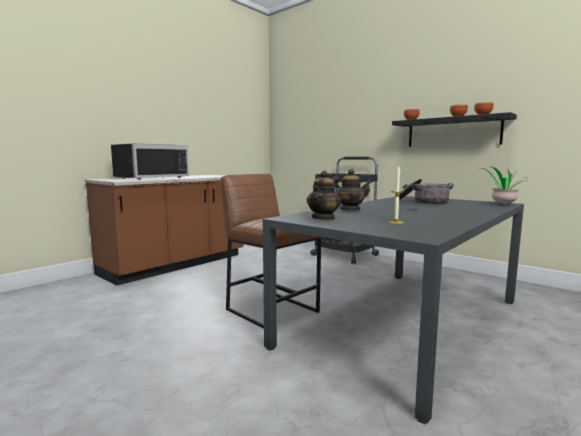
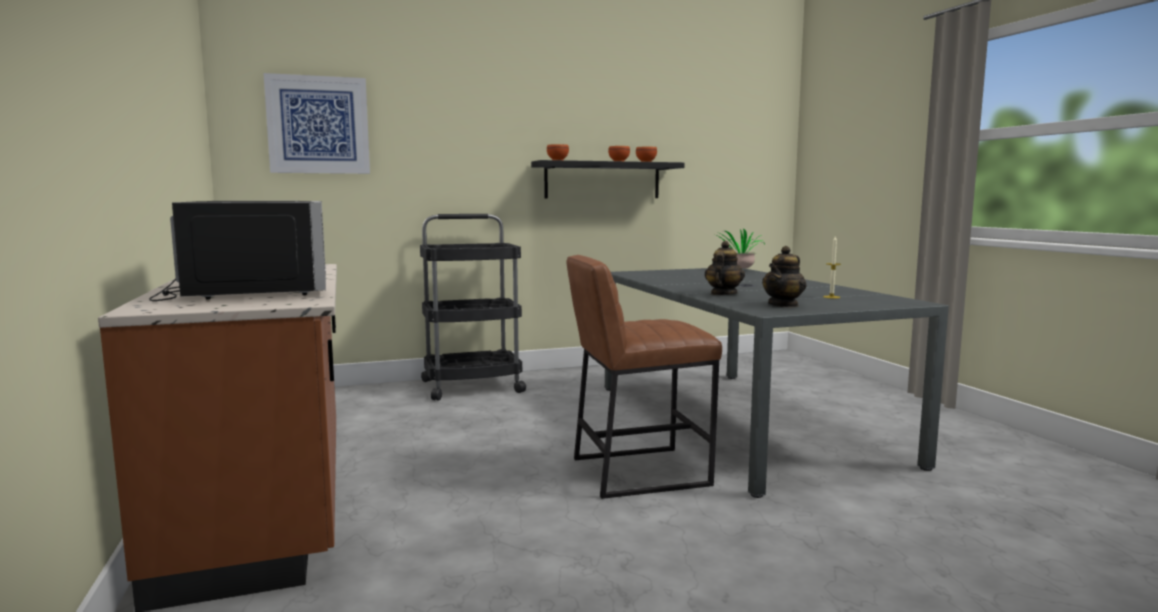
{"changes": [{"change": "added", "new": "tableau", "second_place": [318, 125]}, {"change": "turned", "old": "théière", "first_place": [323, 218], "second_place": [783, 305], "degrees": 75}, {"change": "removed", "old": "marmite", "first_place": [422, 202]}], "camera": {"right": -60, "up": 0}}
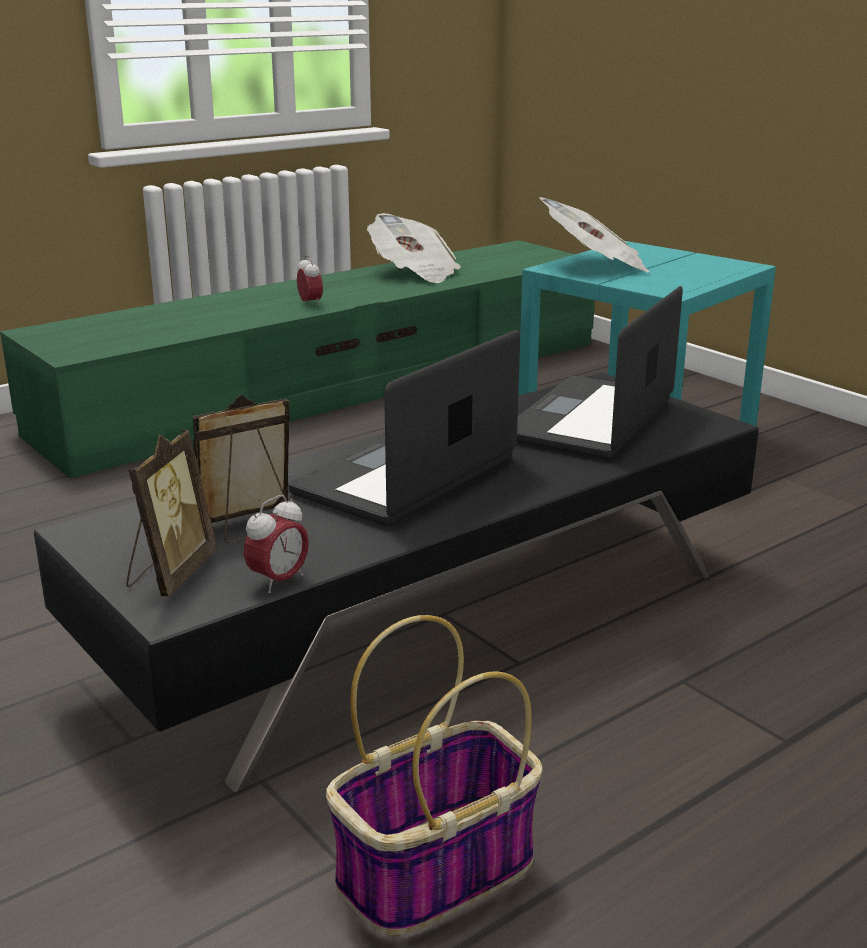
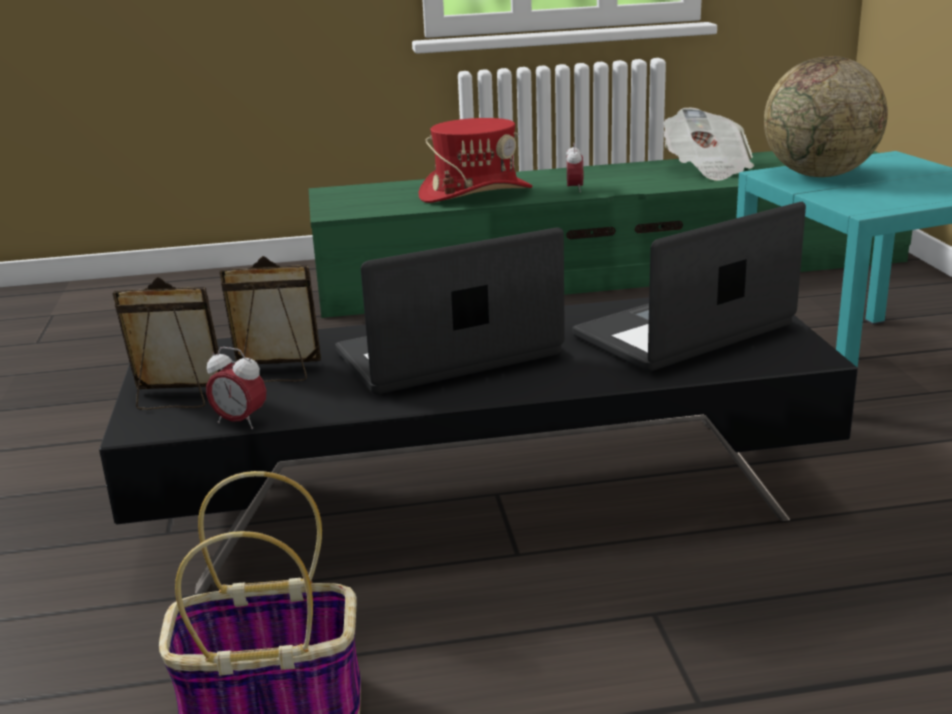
{"changes": [{"change": "turned", "old": "cadre photo", "first_place": [170, 573], "second_place": [176, 399], "degrees": -135}, {"change": "turned", "old": "réveil", "first_place": [278, 581], "second_place": [240, 422], "degrees": 45}, {"change": "added", "new": "chapeau/rouge", "second_place": [475, 193]}, {"change": "replaced", "old": "journal", "new": "globe", "first_place": [595, 266], "second_place": [819, 175]}], "camera": {"right": 30, "up": 0}}
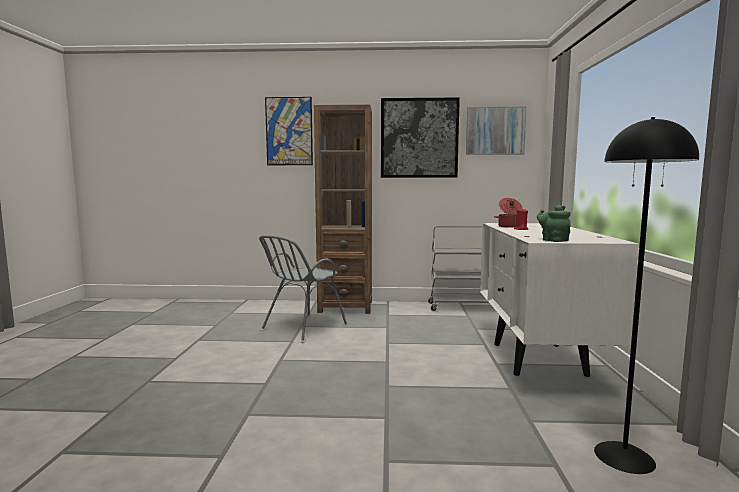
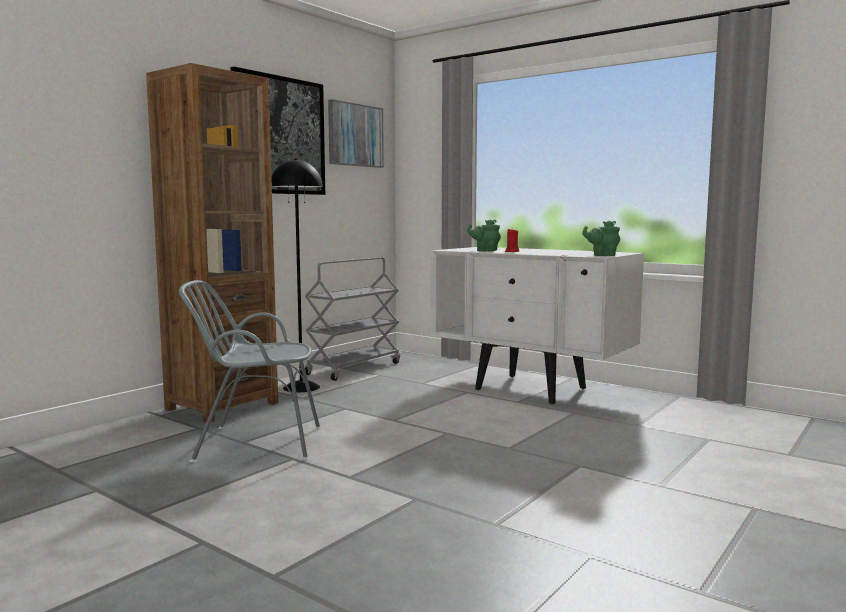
{"changes": [{"change": "turned", "old": "chaise/gris", "first_place": [302, 328], "second_place": [253, 443], "degrees": 105}, {"change": "moved", "old": "lampadaire/noir", "first_place": [624, 456], "second_place": [301, 387]}, {"change": "replaced", "old": "marmite", "new": "théière/vert", "first_place": [509, 226], "second_place": [485, 250]}, {"change": "removed", "old": "tableau", "first_place": [289, 131]}], "camera": {"right": -55, "up": 0}}
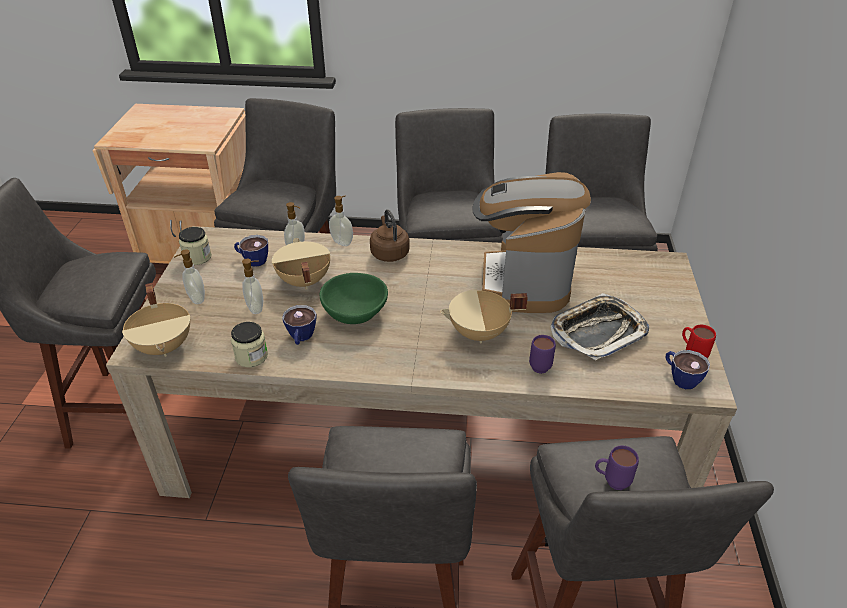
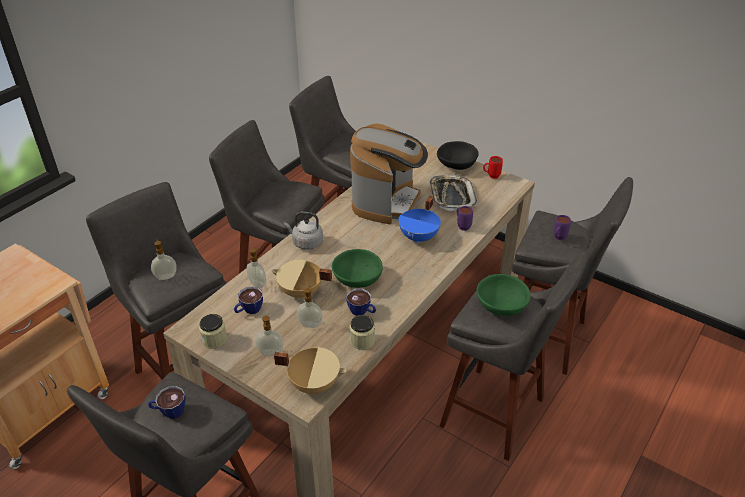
{"changes": [{"change": "moved", "old": "tasse", "first_place": [680, 378], "second_place": [169, 411]}, {"change": "moved", "old": "distributeur de savon", "first_place": [342, 242], "second_place": [166, 276]}, {"change": "recoloured", "old": "bouilloire/marron", "new": "bouilloire/gris", "first_place": [389, 253], "second_place": [306, 243]}, {"change": "turned", "old": "machine à café", "first_place": [524, 281], "second_place": [386, 201], "degrees": -105}, {"change": "recoloured", "old": "marmite/beige", "new": "marmite/bleu", "first_place": [479, 334], "second_place": [419, 237]}, {"change": "added", "new": "bol/noir", "second_place": [456, 165]}, {"change": "added", "new": "bol/vert", "second_place": [501, 307]}], "camera": {"right": -60, "up": 0}}
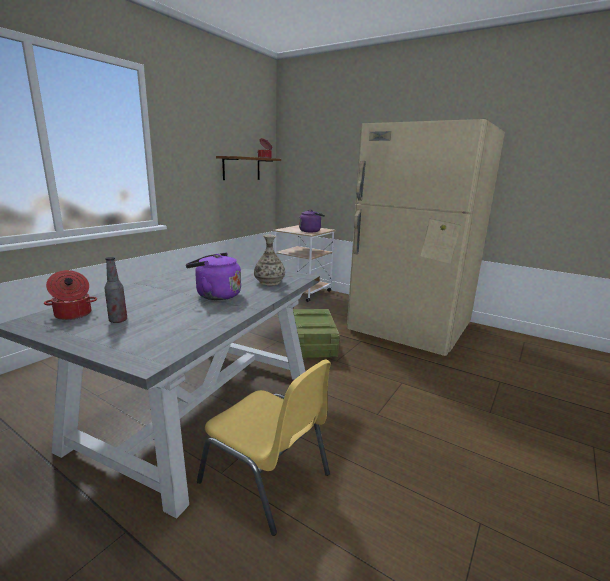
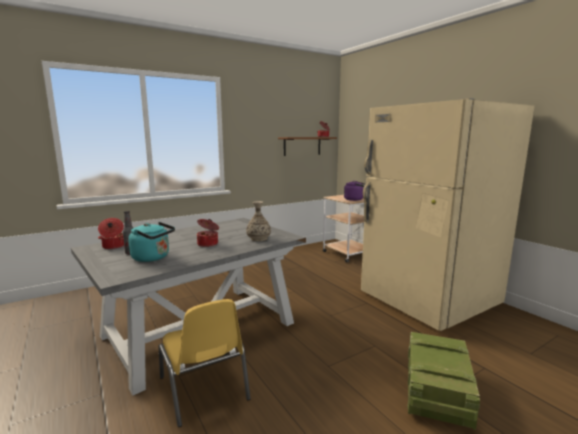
{"changes": [{"change": "added", "new": "bouilloire/turquoise", "second_place": [153, 258]}, {"change": "replaced", "old": "bouilloire/violet", "new": "marmite", "first_place": [215, 295], "second_place": [208, 244]}, {"change": "moved", "old": "caisse", "first_place": [312, 345], "second_place": [437, 392]}], "camera": {"right": 25, "up": -5}}
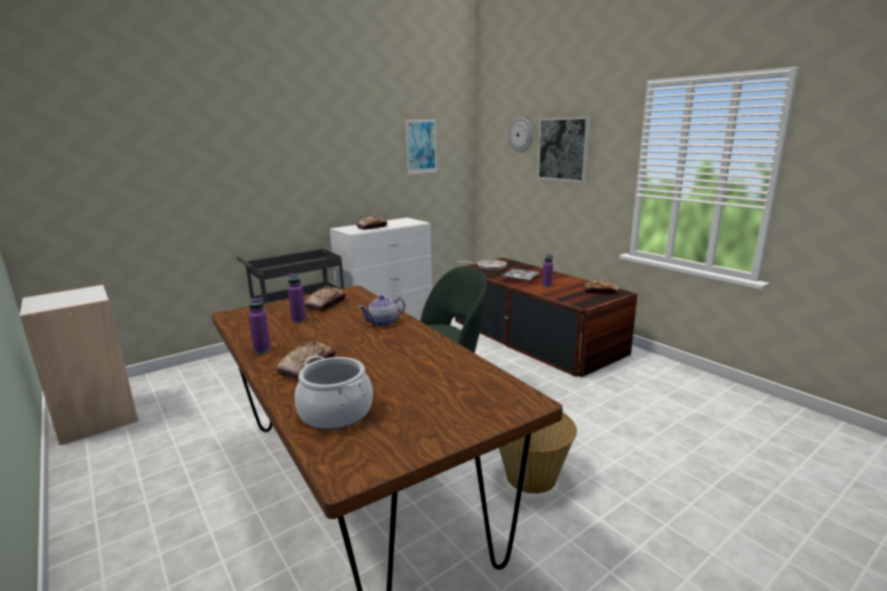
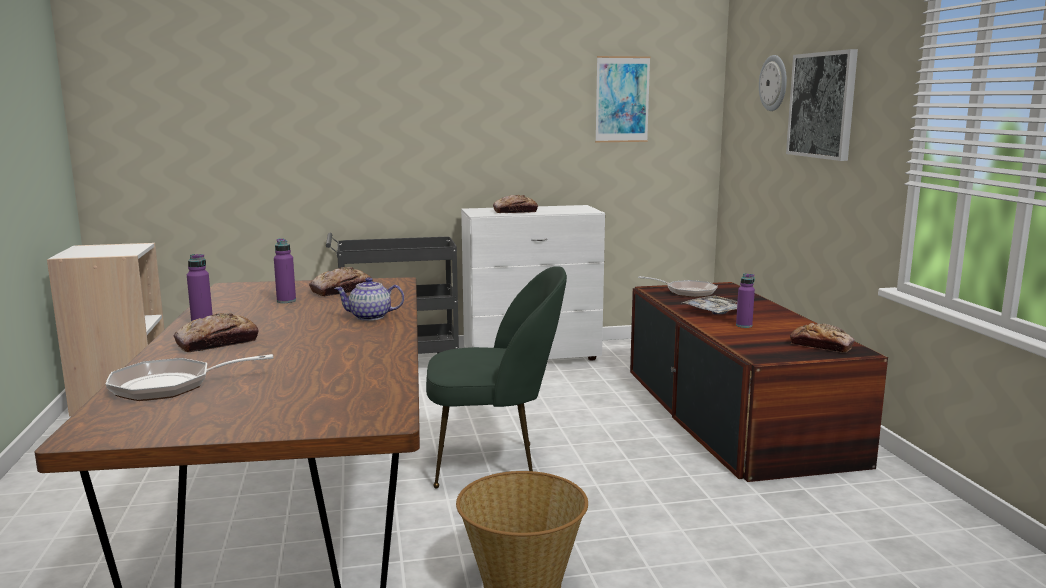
{"changes": [{"change": "replaced", "old": "marmite", "new": "poêle", "first_place": [336, 413], "second_place": [171, 386]}], "camera": {"right": 25, "up": -5}}
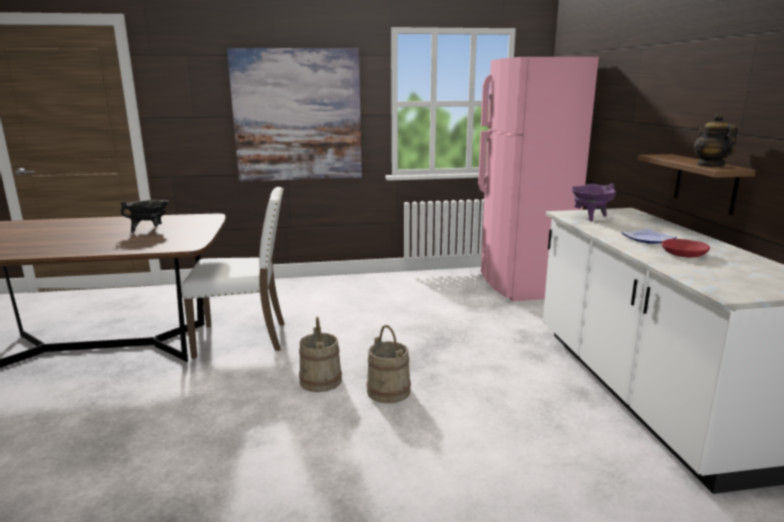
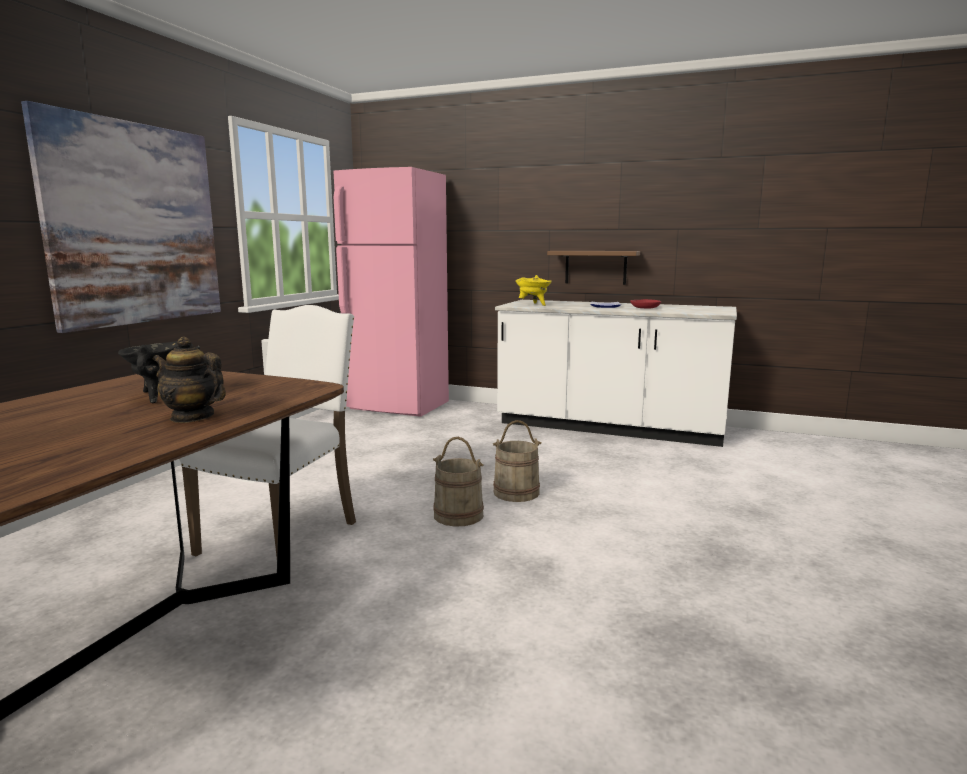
{"changes": [{"change": "moved", "old": "théière", "first_place": [710, 165], "second_place": [192, 417]}, {"change": "recoloured", "old": "marmite/violet", "new": "marmite/jaune", "first_place": [590, 217], "second_place": [533, 305]}], "camera": {"right": -60, "up": -5}}
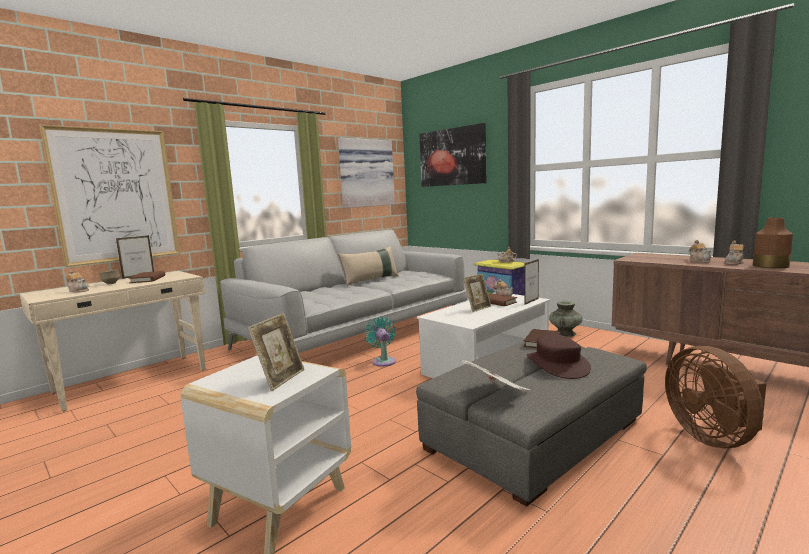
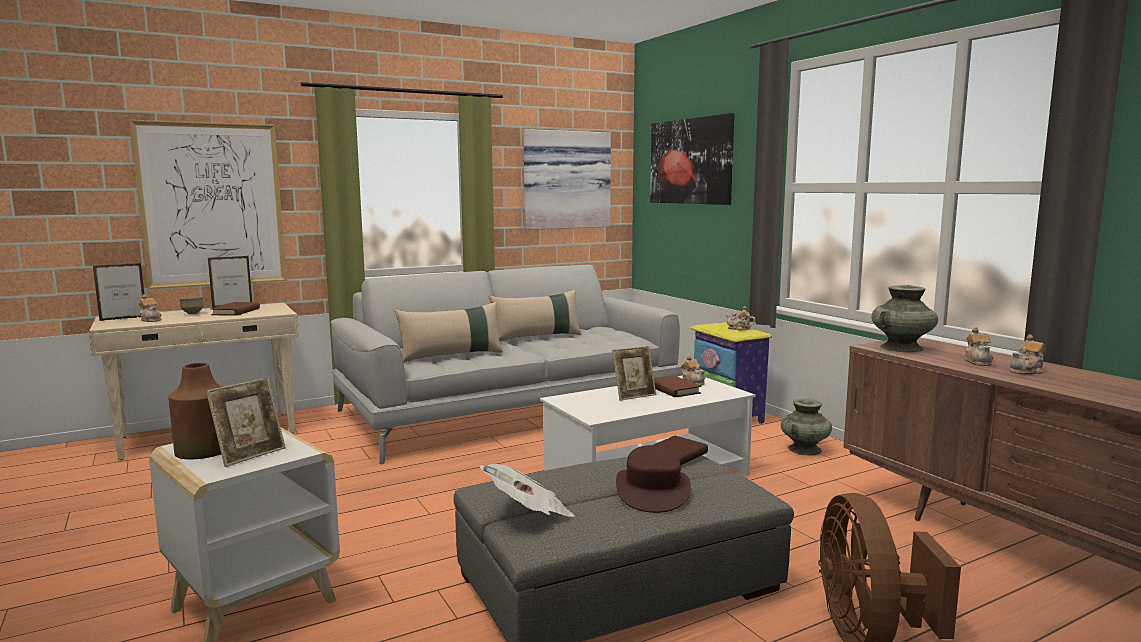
{"changes": [{"change": "moved", "old": "cadre photo", "first_place": [531, 302], "second_place": [123, 318]}, {"change": "moved", "old": "vase/marron", "first_place": [771, 265], "second_place": [204, 450]}, {"change": "added", "new": "coussin/beige", "second_place": [451, 356]}, {"change": "added", "new": "vase/turquoise", "second_place": [901, 348]}, {"change": "removed", "old": "ventilateur/turquoise", "first_place": [383, 361]}], "camera": {"right": 15, "up": 0}}
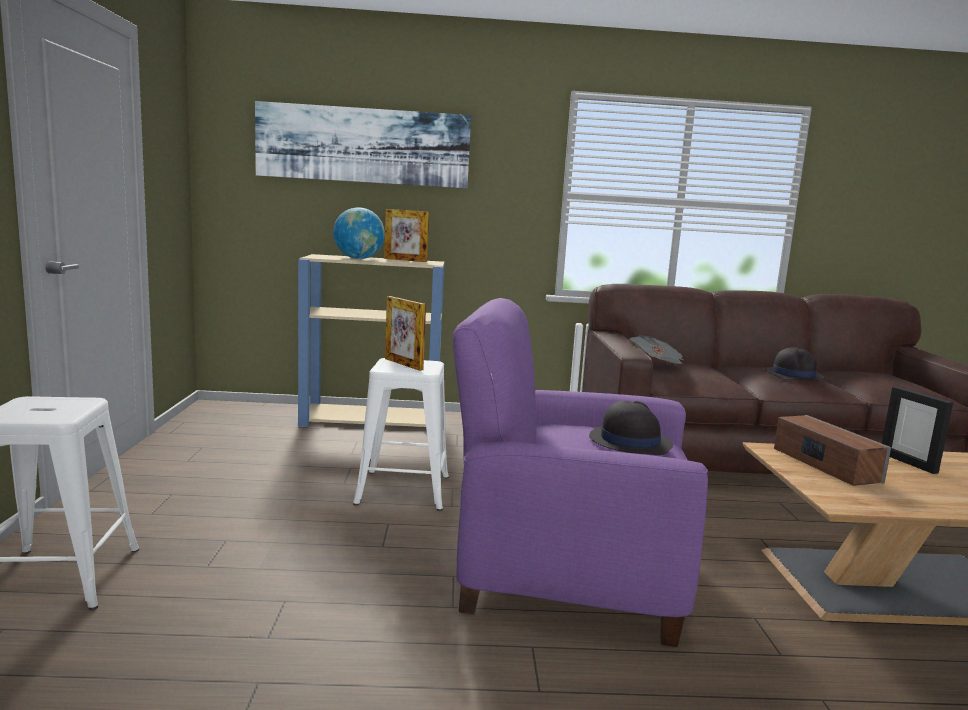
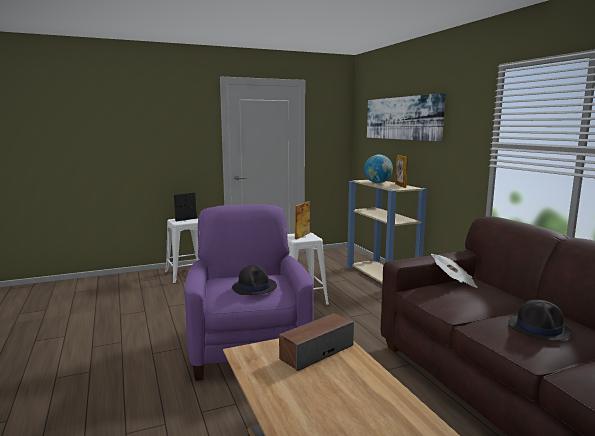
{"changes": [{"change": "moved", "old": "cadre photo", "first_place": [909, 462], "second_place": [186, 219]}], "camera": {"right": 70, "up": 0}}
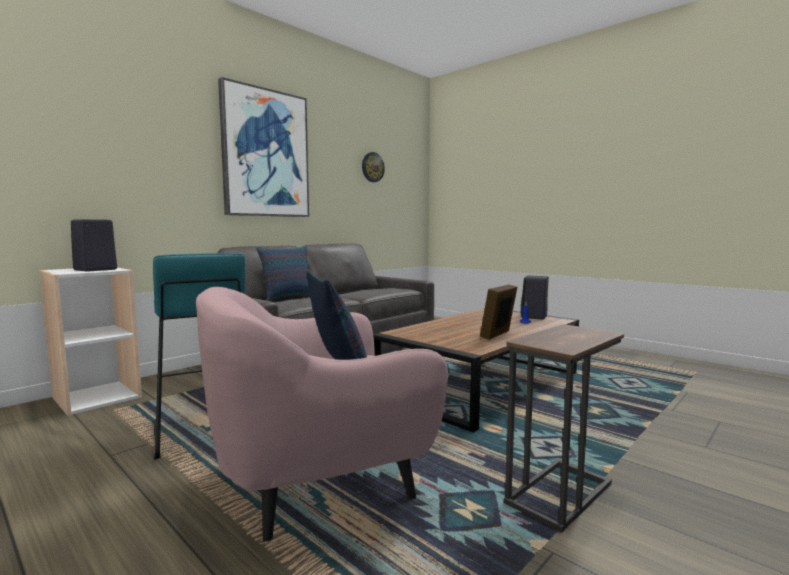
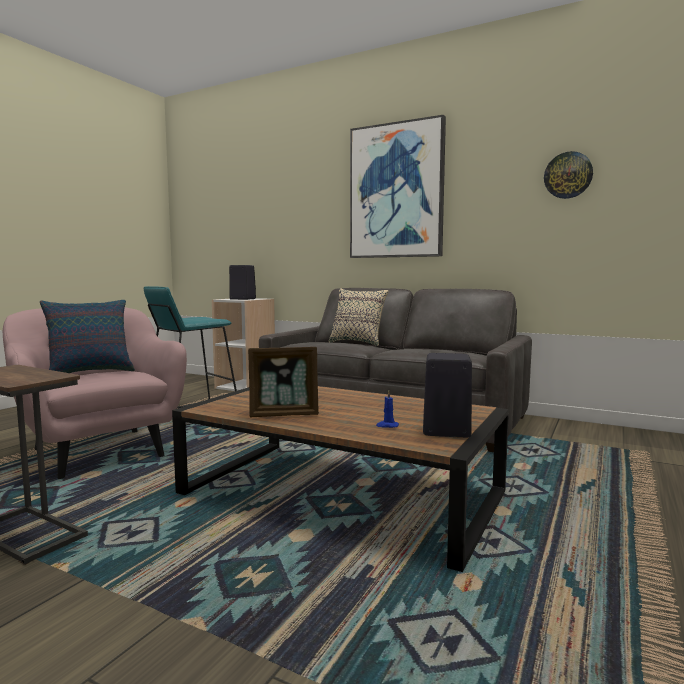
{"changes": [{"change": "turned", "old": "cadre photo", "first_place": [498, 335], "second_place": [284, 414], "degrees": 150}, {"change": "recoloured", "old": "coussin/bleu", "new": "coussin/beige", "first_place": [288, 299], "second_place": [357, 343]}], "camera": {"right": 75, "up": 0}}
